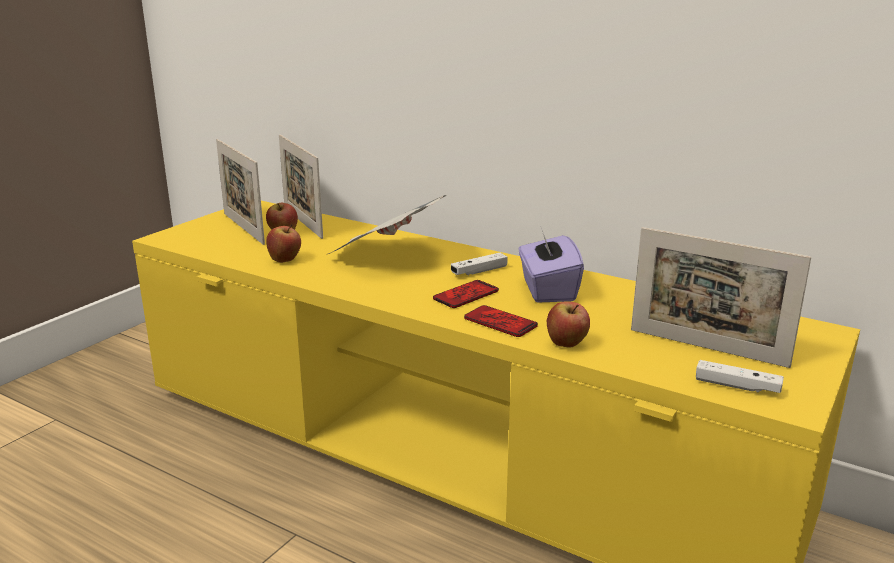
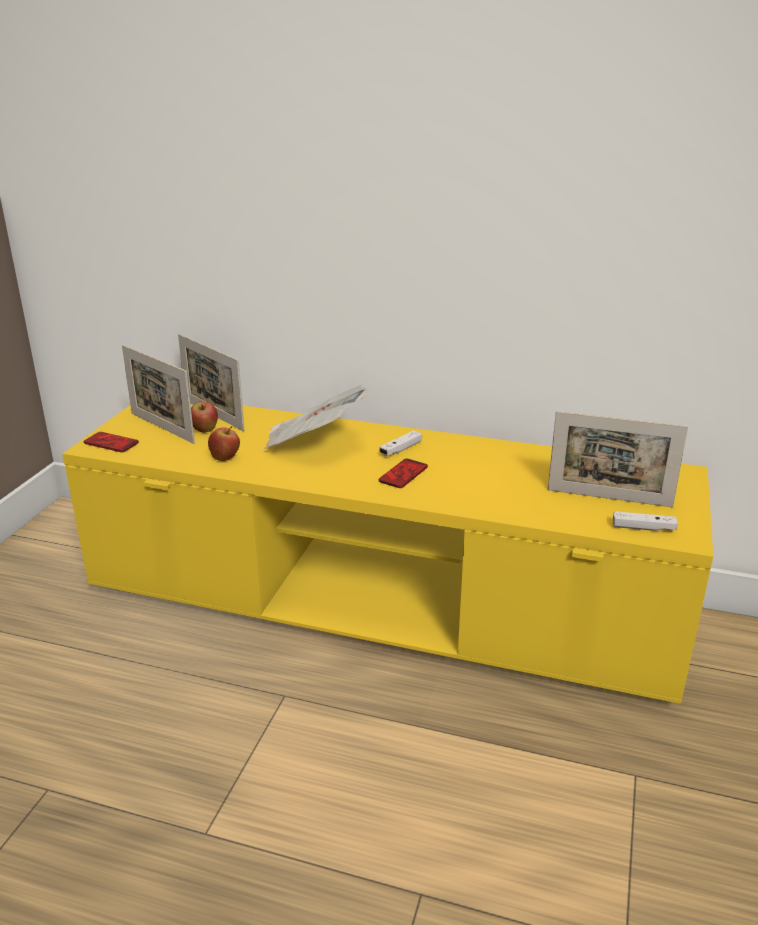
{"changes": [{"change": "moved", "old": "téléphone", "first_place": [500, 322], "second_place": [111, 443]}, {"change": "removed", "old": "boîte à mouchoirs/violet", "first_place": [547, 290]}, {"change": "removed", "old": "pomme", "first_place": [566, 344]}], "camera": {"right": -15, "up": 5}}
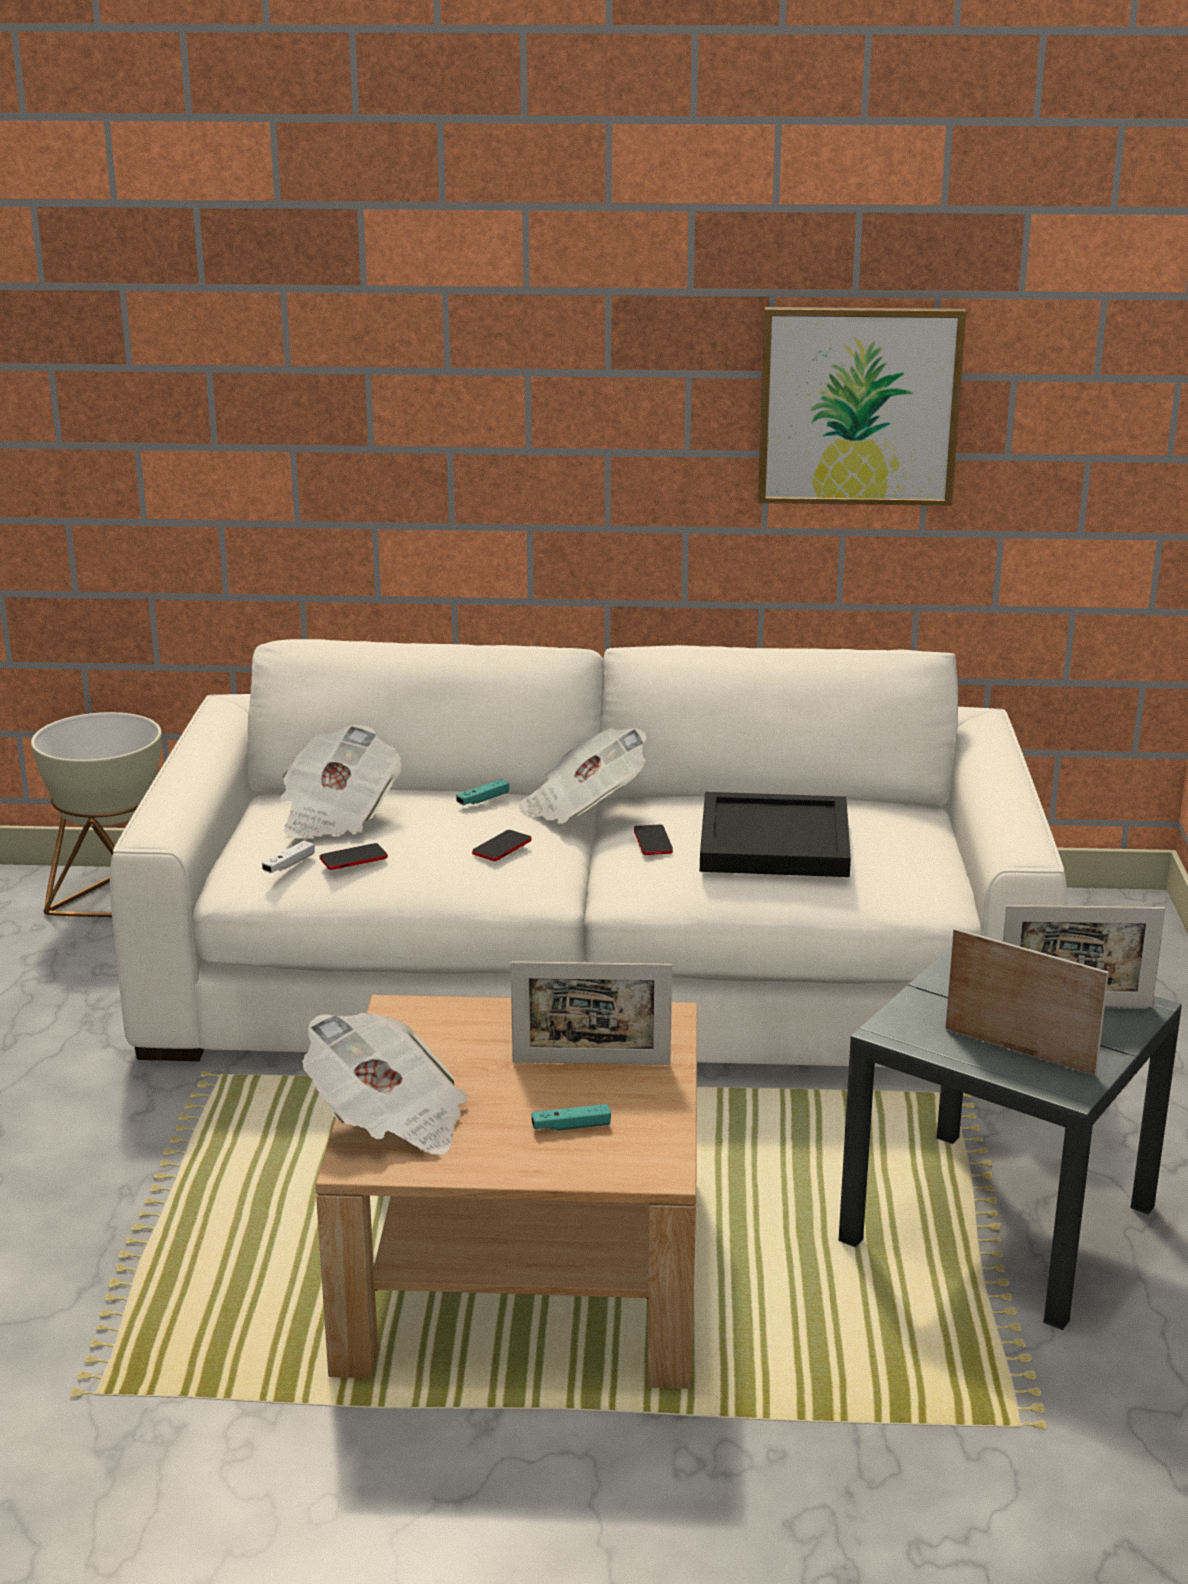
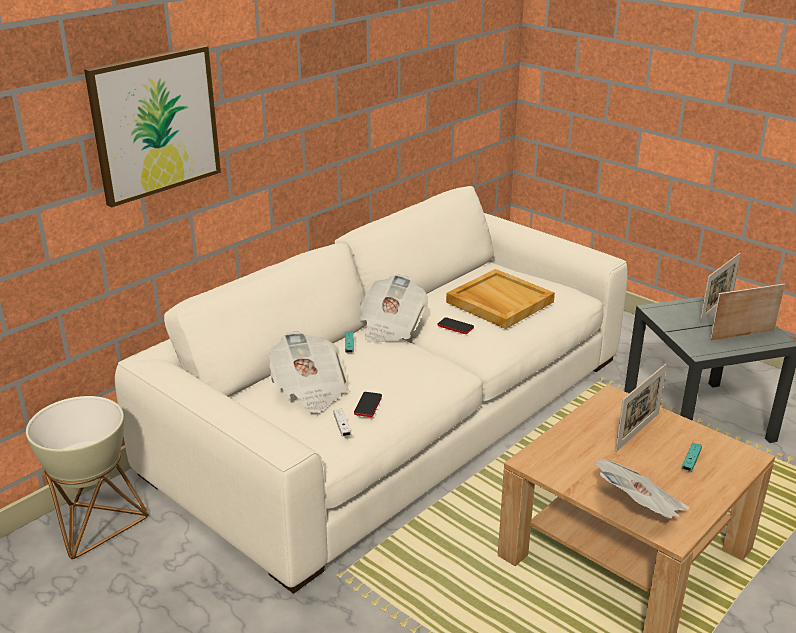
{"changes": [{"change": "moved", "old": "tableau", "first_place": [859, 406], "second_place": [155, 124]}, {"change": "recoloured", "old": "plateau/noir", "new": "plateau/beige", "first_place": [773, 841], "second_place": [498, 302]}, {"change": "removed", "old": "téléphone", "first_place": [501, 847]}], "camera": {"right": -50, "up": 5}}
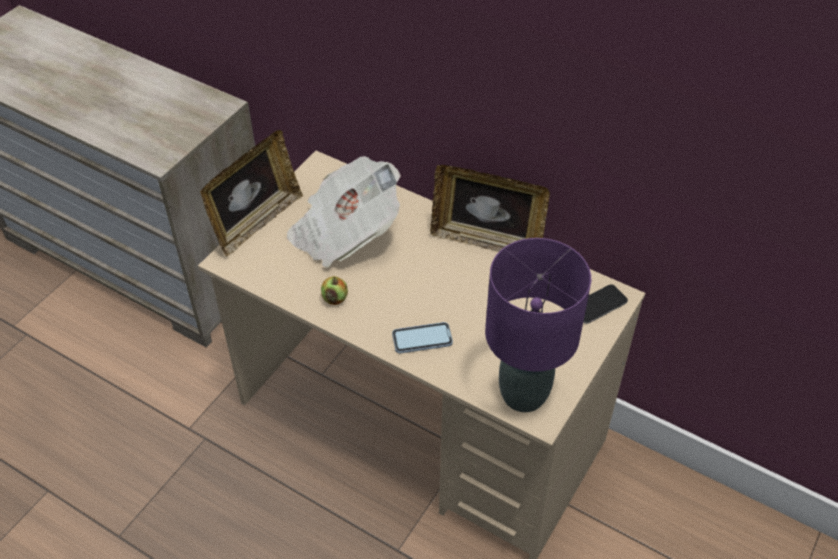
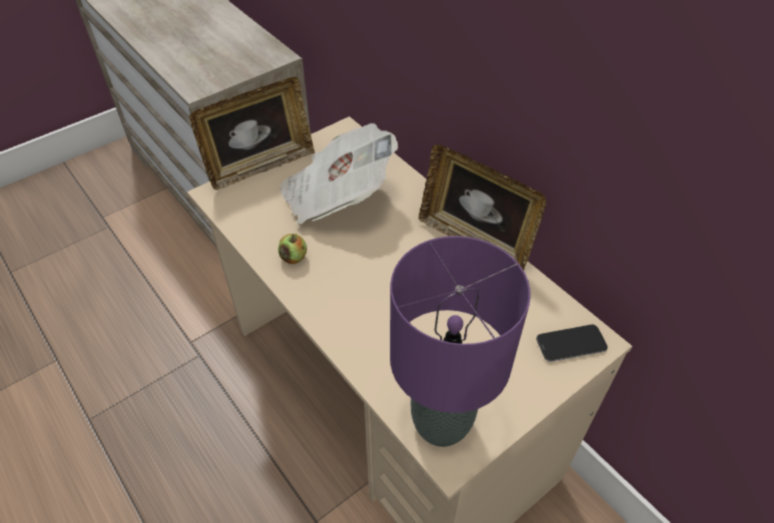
{"changes": [{"change": "removed", "old": "téléphone", "first_place": [422, 339]}], "camera": {"right": 20, "up": 0}}
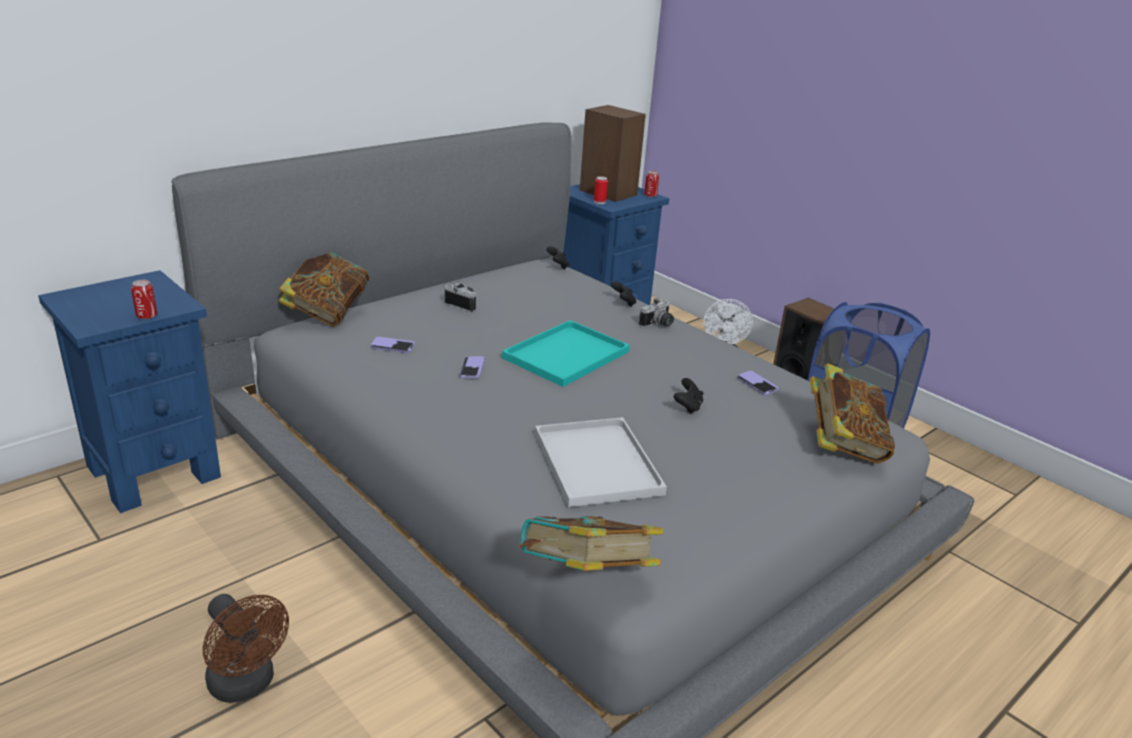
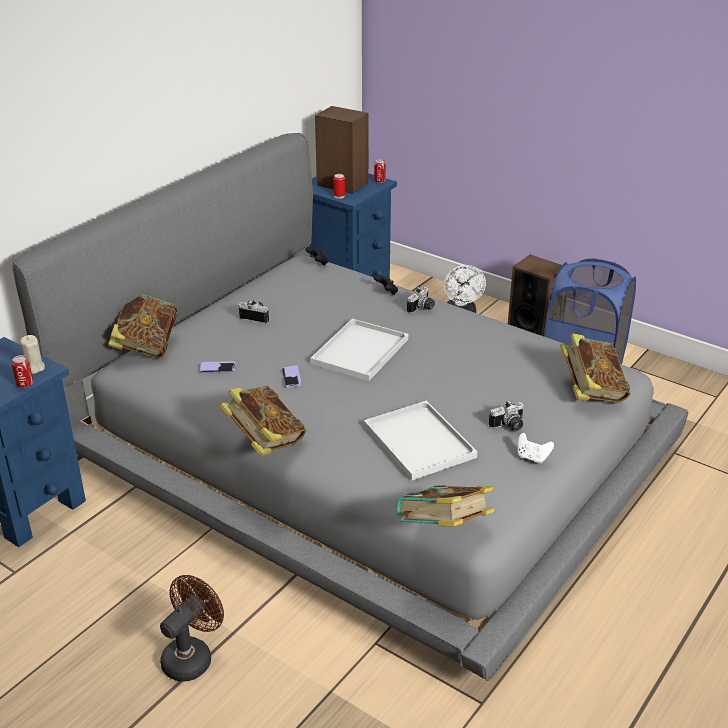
{"changes": [{"change": "added", "new": "bougie/beige", "second_place": [34, 368]}, {"change": "turned", "old": "ventilateur/marron", "first_place": [246, 685], "second_place": [192, 656], "degrees": -90}, {"change": "added", "new": "livre", "second_place": [264, 442]}, {"change": "recoloured", "old": "plateau/turquoise", "new": "plateau/blanc", "first_place": [566, 353], "second_place": [360, 350]}, {"change": "added", "new": "appareil photo", "second_place": [509, 426]}, {"change": "added", "new": "manette/blanc", "second_place": [532, 457]}, {"change": "removed", "old": "manette/noir", "first_place": [687, 407]}, {"change": "removed", "old": "téléphone", "first_place": [757, 384]}], "camera": {"right": -10, "up": 5}}
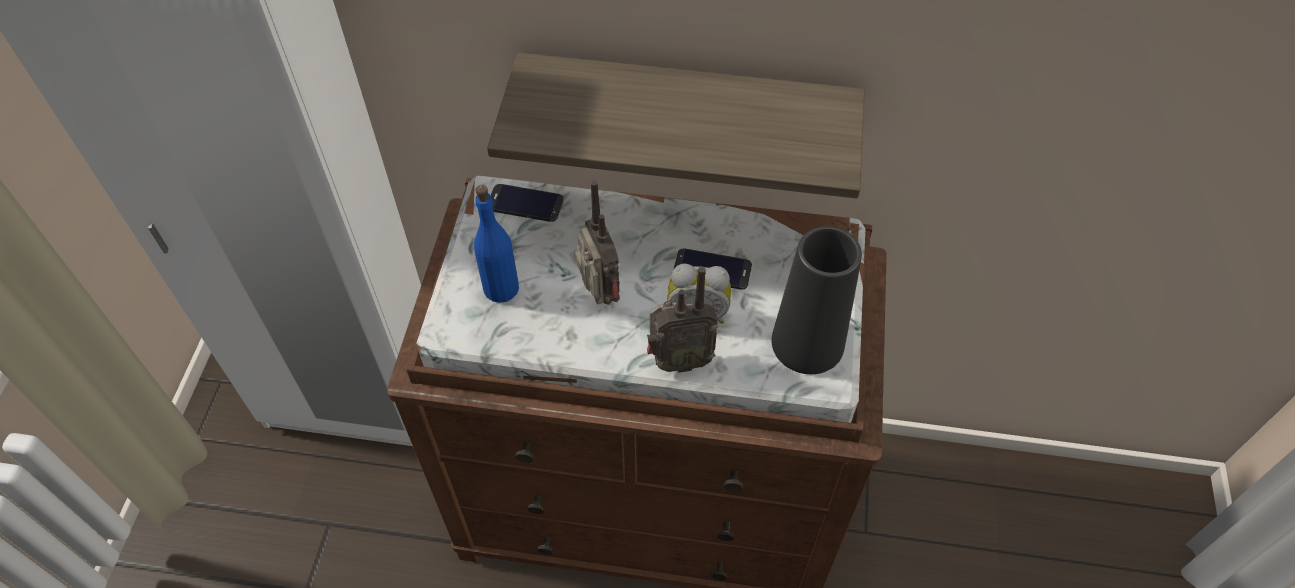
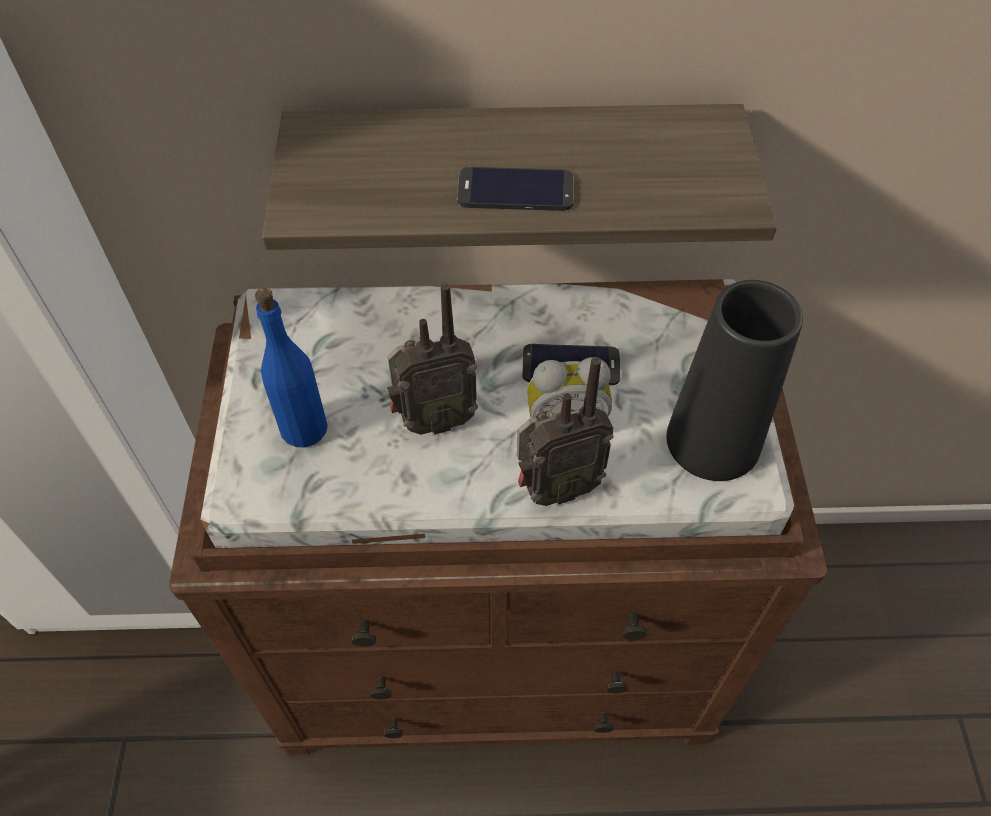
{"changes": [{"change": "turned", "old": "radio", "first_place": [598, 296], "second_place": [433, 420], "degrees": 105}, {"change": "moved", "old": "téléphone", "first_place": [525, 203], "second_place": [515, 190]}], "camera": {"right": -10, "up": 0}}
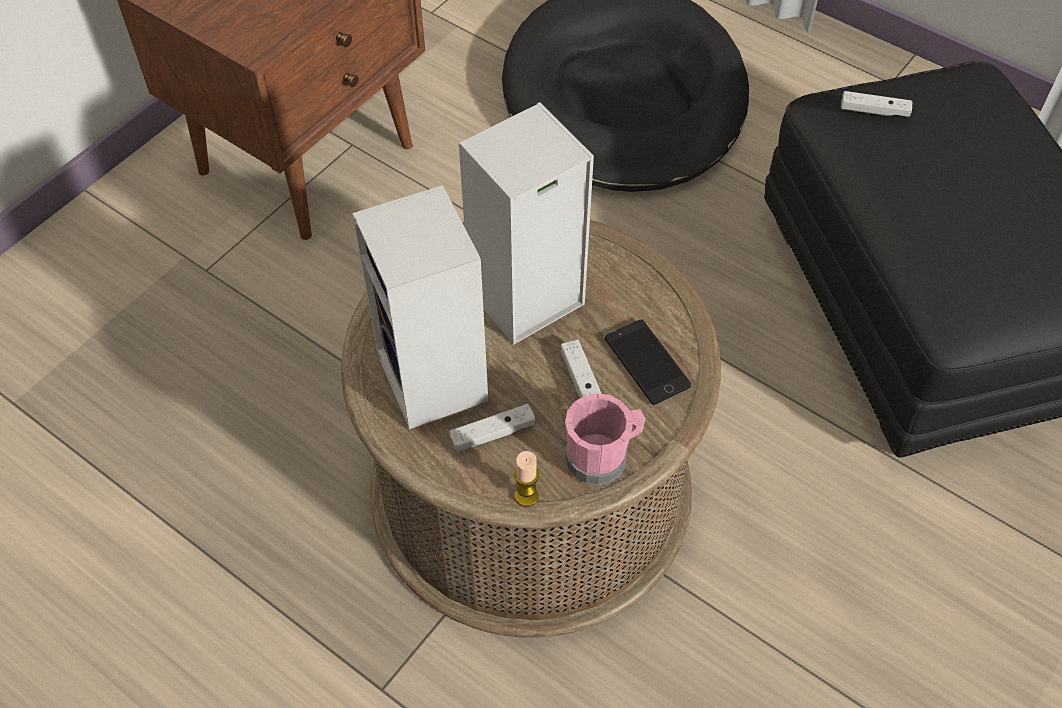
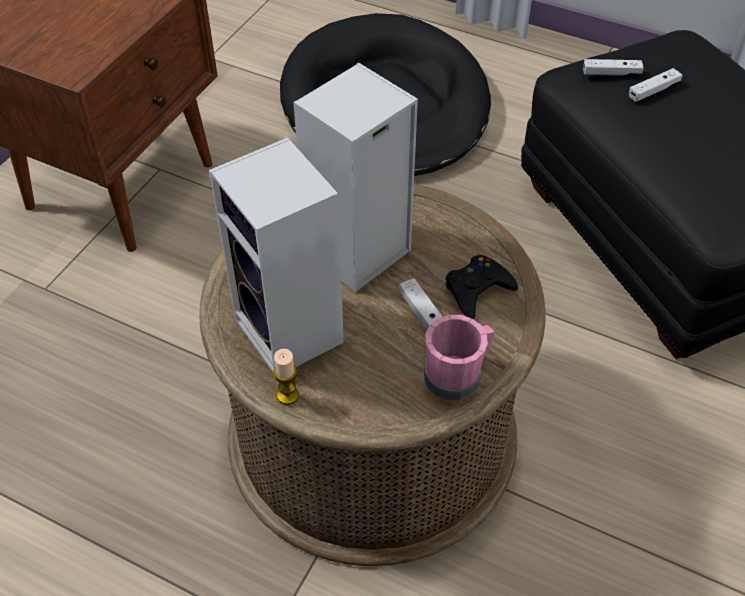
{"changes": [{"change": "moved", "old": "bougie", "first_place": [526, 496], "second_place": [288, 395]}, {"change": "replaced", "old": "téléphone", "new": "manette/noir", "first_place": [647, 362], "second_place": [477, 290]}, {"change": "moved", "old": "manette/blanc", "first_place": [492, 433], "second_place": [653, 90]}], "camera": {"right": -10, "up": -5}}
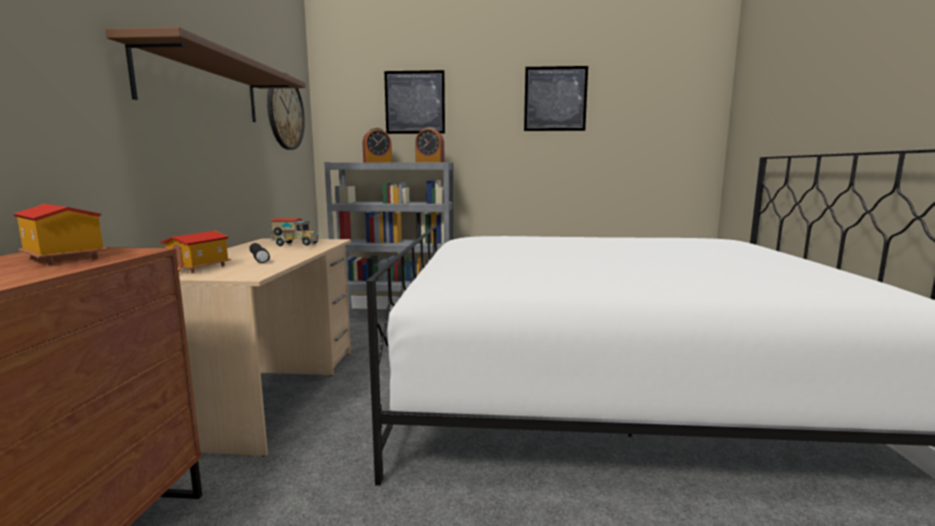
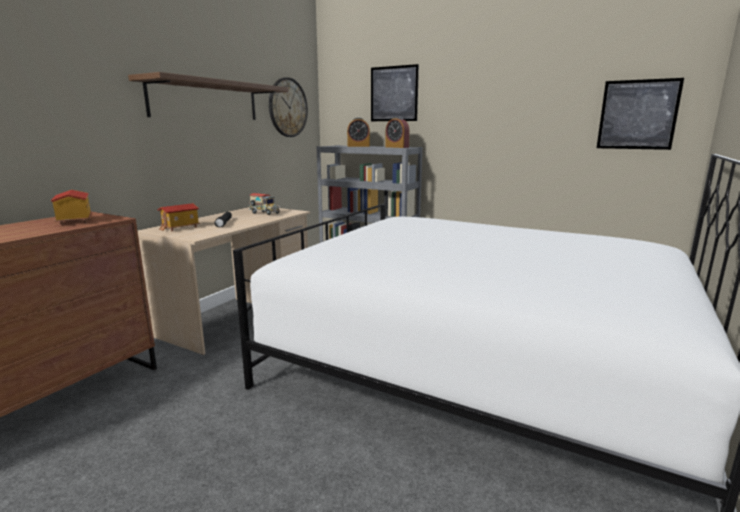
{"changes": [{"change": "moved", "old": "tableau", "first_place": [555, 99], "second_place": [637, 115]}], "camera": {"right": 25, "up": 5}}
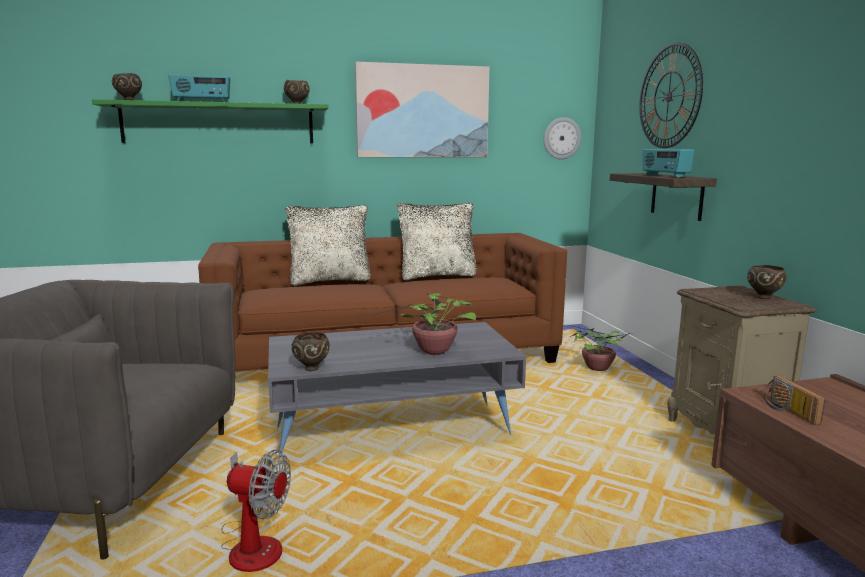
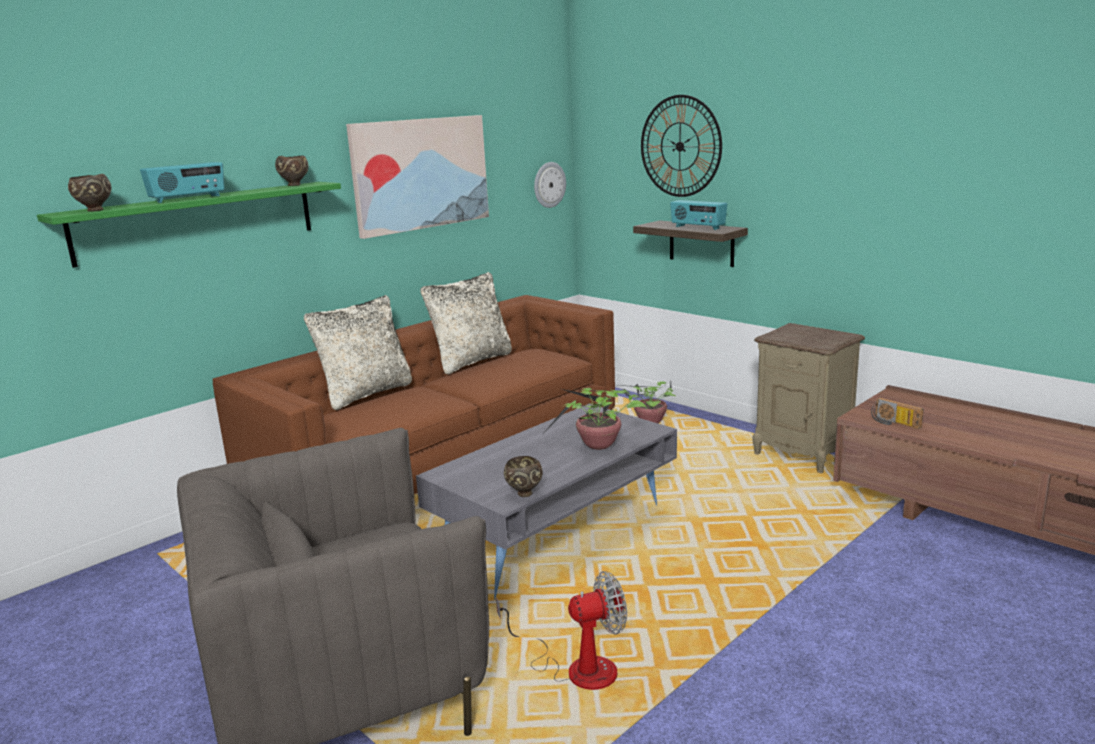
{"changes": [{"change": "removed", "old": "bol/marron", "first_place": [763, 297]}], "camera": {"right": -30, "up": 5}}
